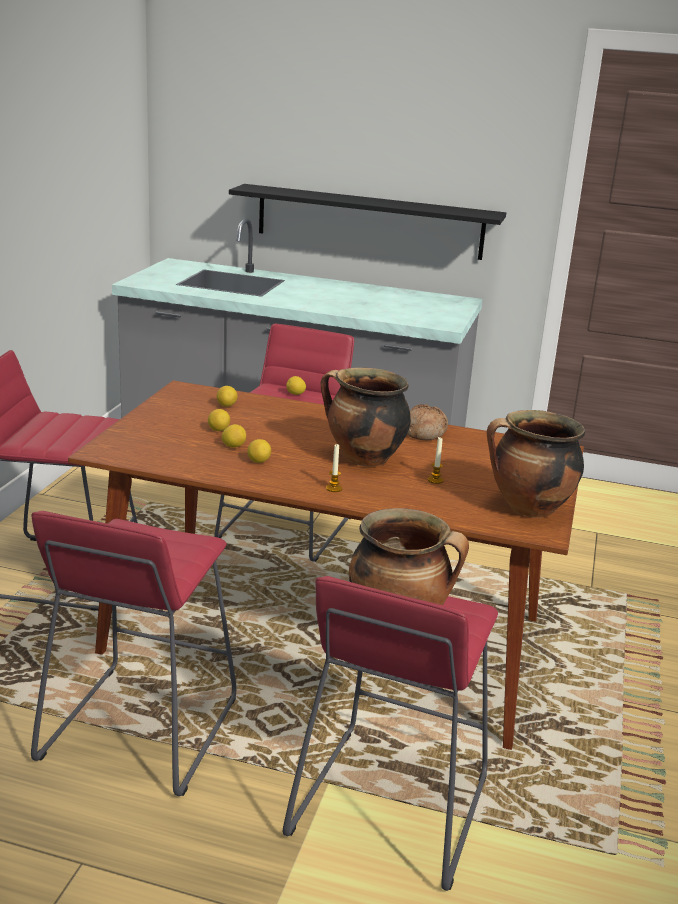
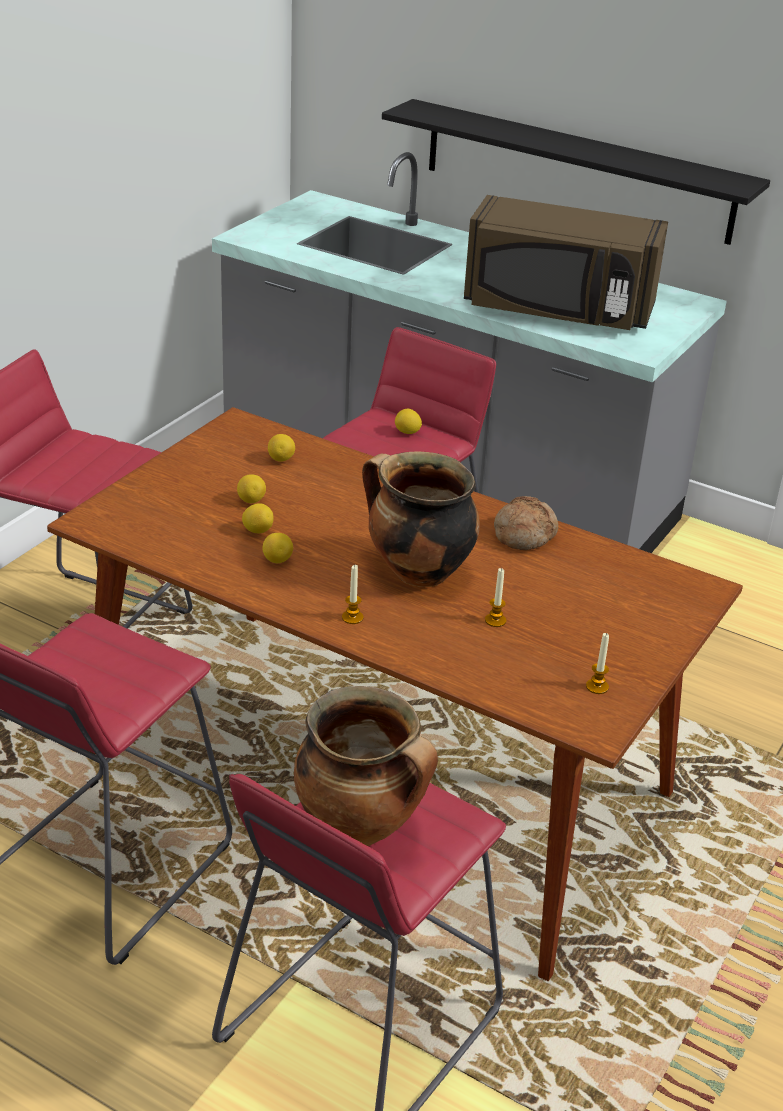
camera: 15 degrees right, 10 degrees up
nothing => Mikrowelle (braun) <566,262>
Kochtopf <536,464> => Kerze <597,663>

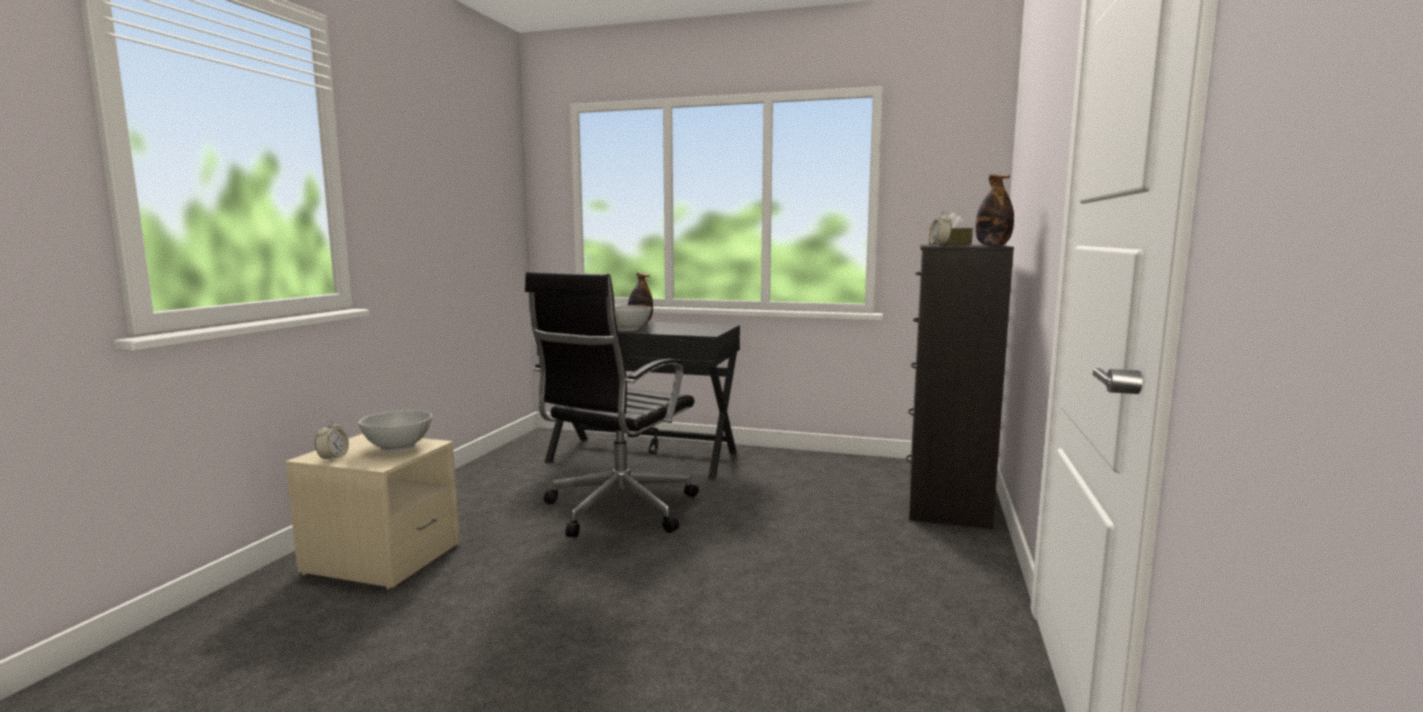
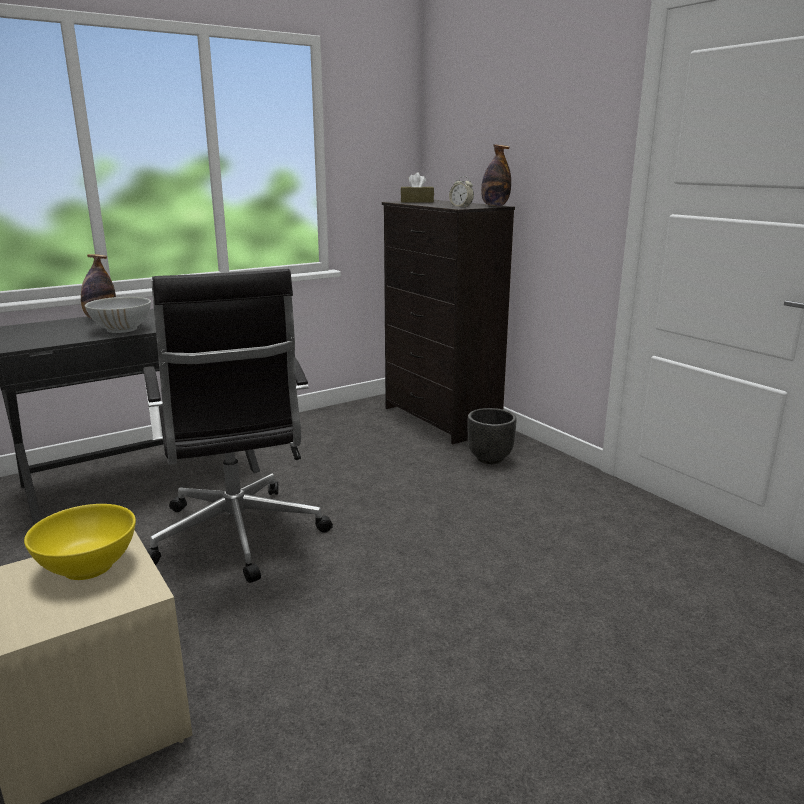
camera: 50 degrees left, 10 degrees up
Schüssel (weiß) <395,431> => Schüssel (gelb) <80,542>
nothing => Pflanzkübel (schwarz) <492,436>
Wecker <332,440> => nothing

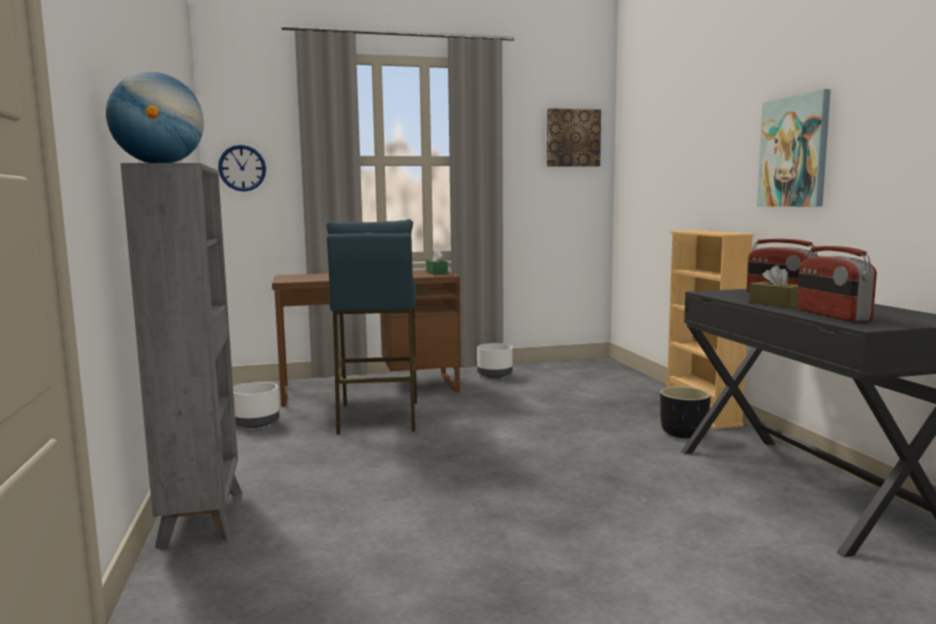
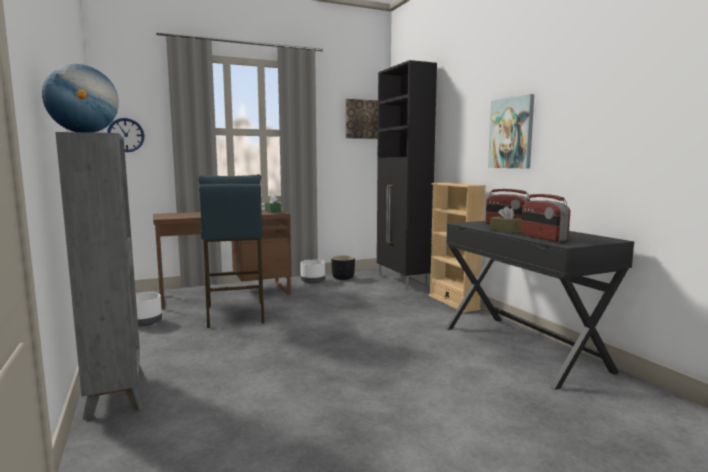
camera: 10 degrees left, 0 degrees up
Pflanzkübel (schwarz) <685,413> => Pflanzkübel (schwarz) <343,267>, moved
nothing => Schrank (schwarz) <407,175>

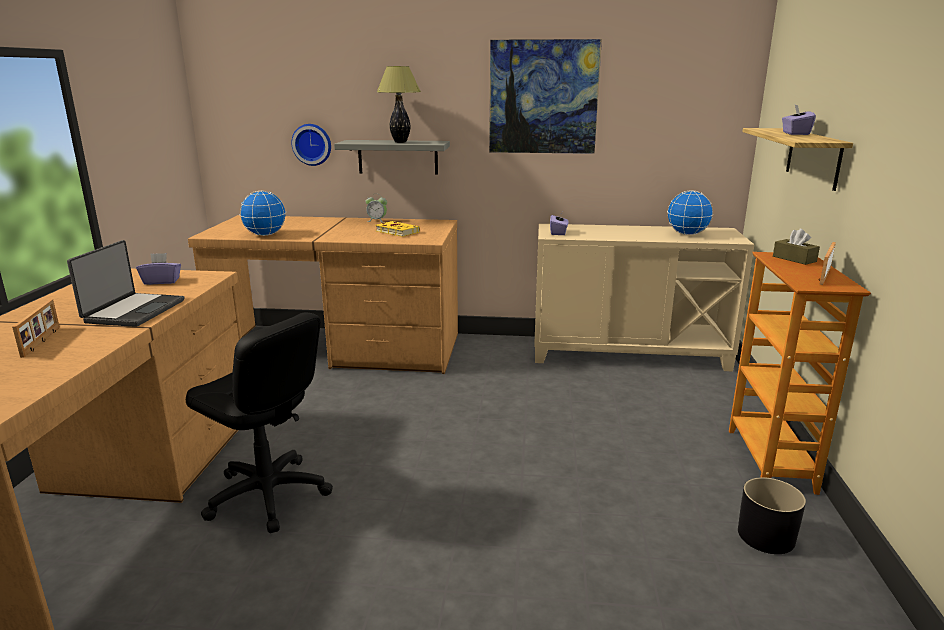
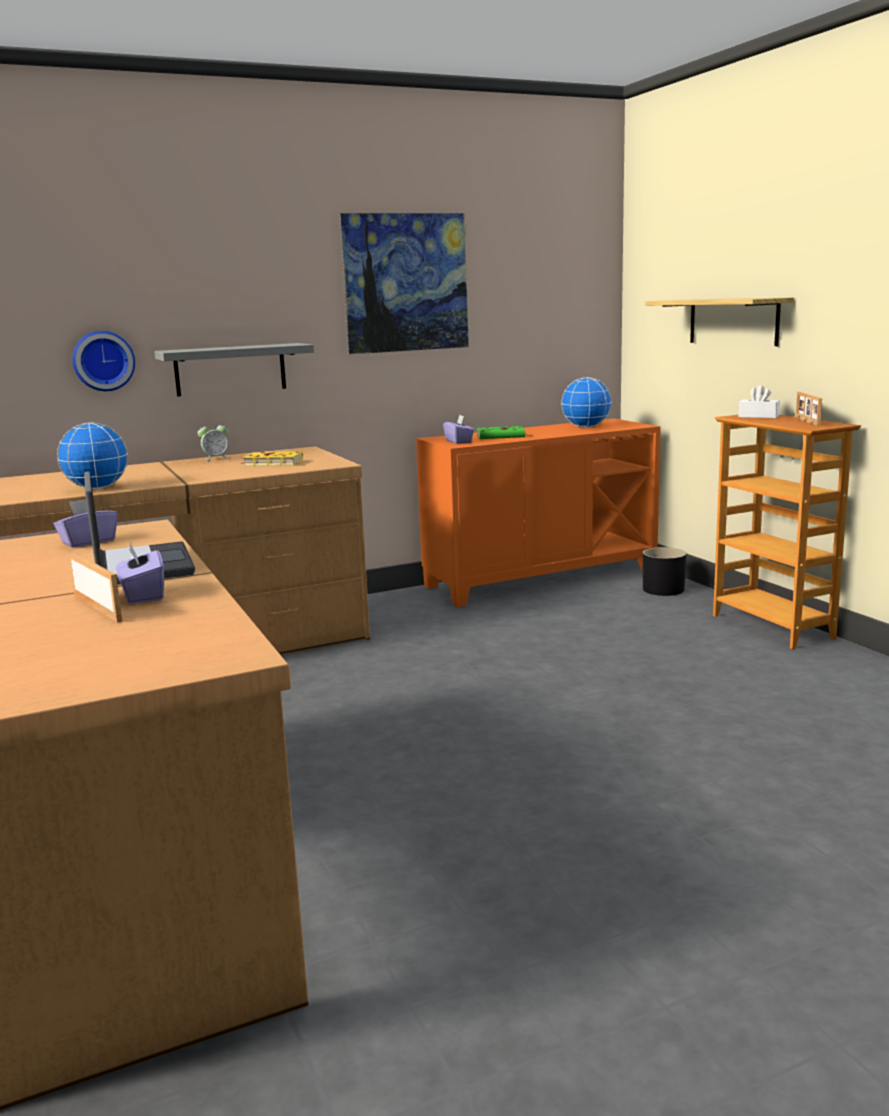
camera: 30 degrees left, 5 degrees down
Taschentuchbox (lila) <799,120> => Taschentuchbox (lila) <140,573>, moved
Schrank (beige) <644,298> => Schrank (orange) <538,513>
nothing => Buch (grün) <504,432>
Pflanzkübel (schwarz) <772,515> => Pflanzkübel (schwarz) <664,571>, moved
Taschentuchbox (braun) <796,247> => Taschentuchbox (weiß) <759,401>
Bürostuhl (schwarz) <259,422> => nothing
Tischlampe <399,104> => nothing

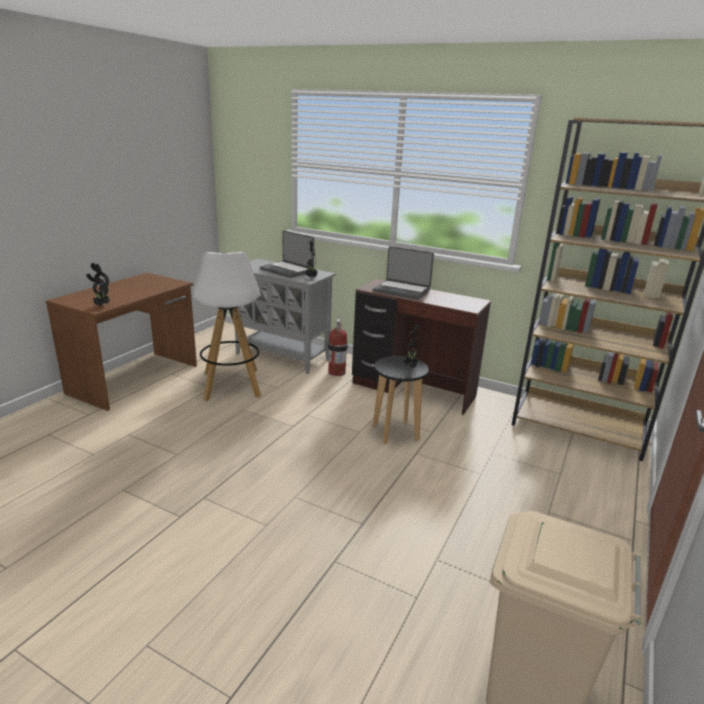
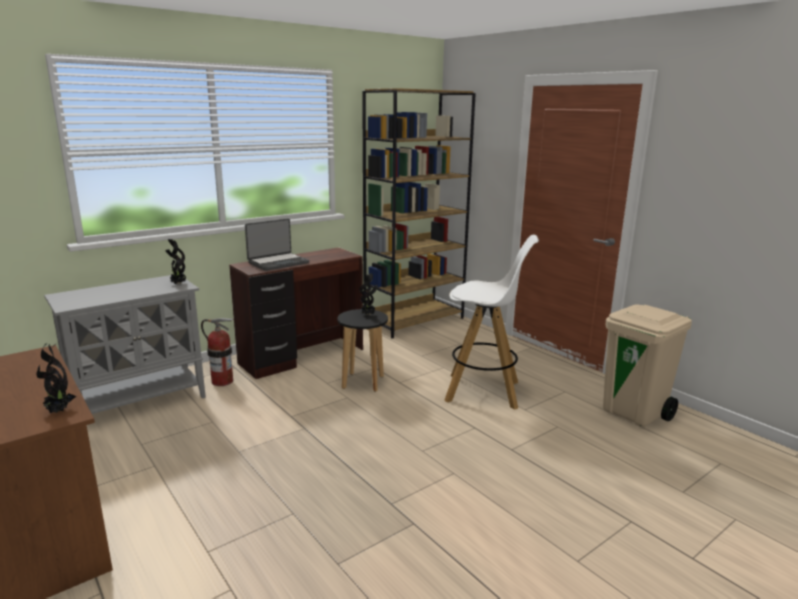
camera: 65 degrees left, 5 degrees down
Hocker (weiß) <227,326> => Hocker (weiß) <491,322>, moved
Laptop <287,254> => nothing

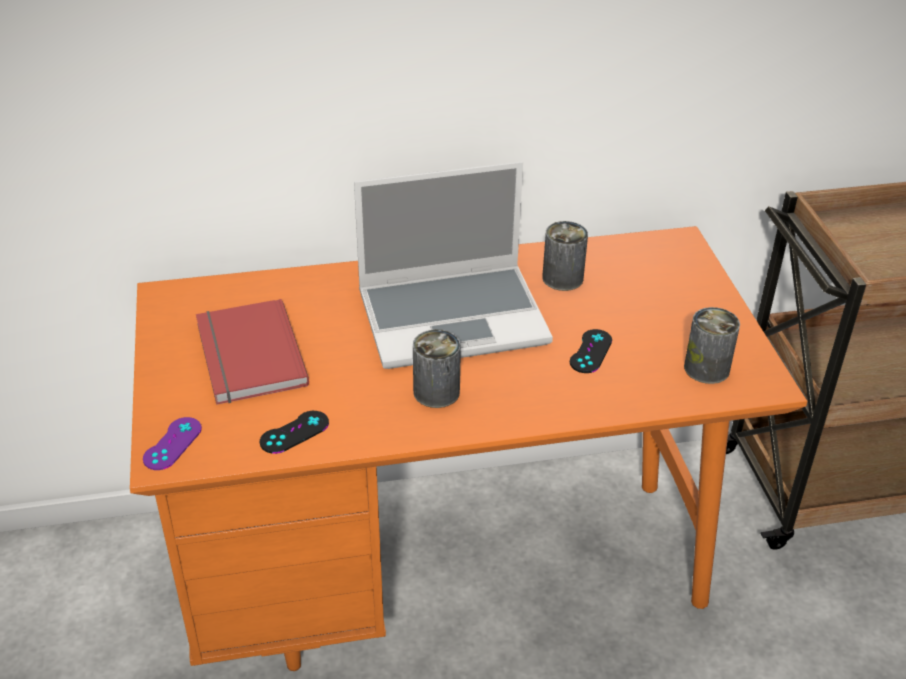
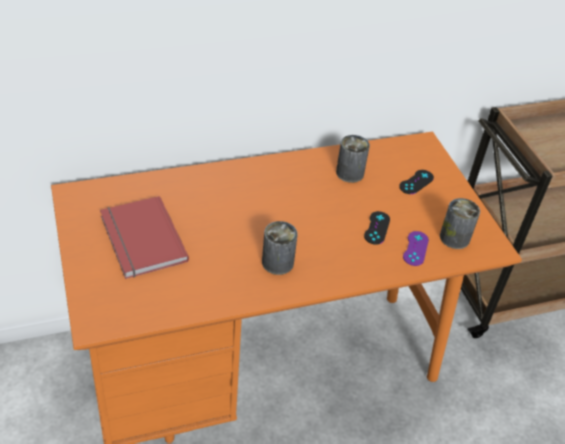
camera: 10 degrees left, 5 degrees up
Gamepad (schwarz) <294,432> => Gamepad (schwarz) <416,182>, moved
Gamepad (lila) <172,443> => Gamepad (lila) <416,248>, moved
Laptop <453,265> => nothing

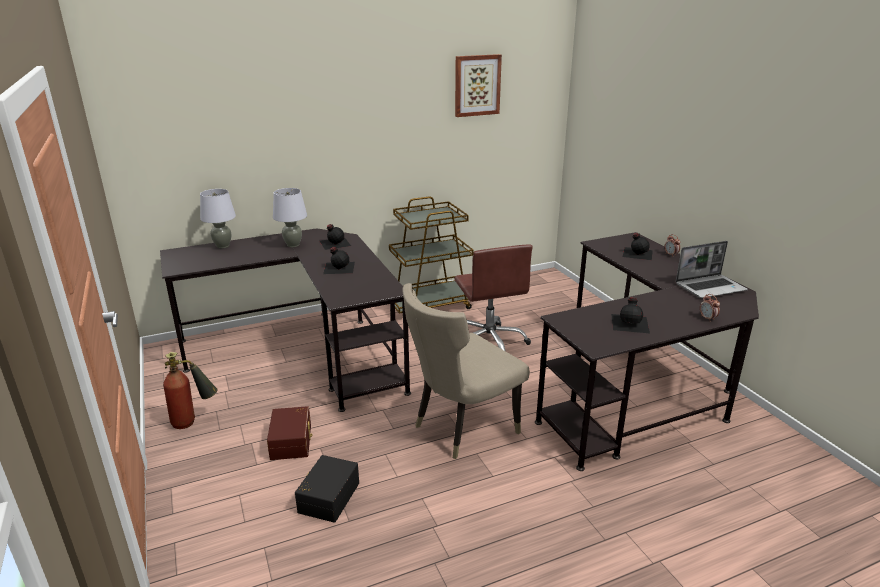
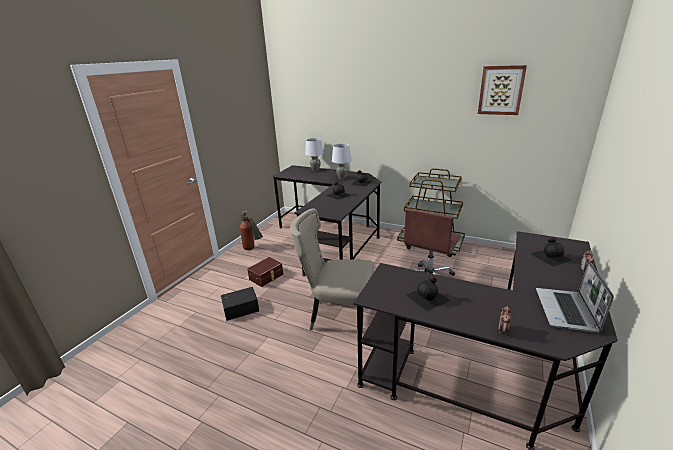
camera: 50 degrees right, 0 degrees up
Laptop <712,269> => Laptop <575,297>, 75 degrees clockwise

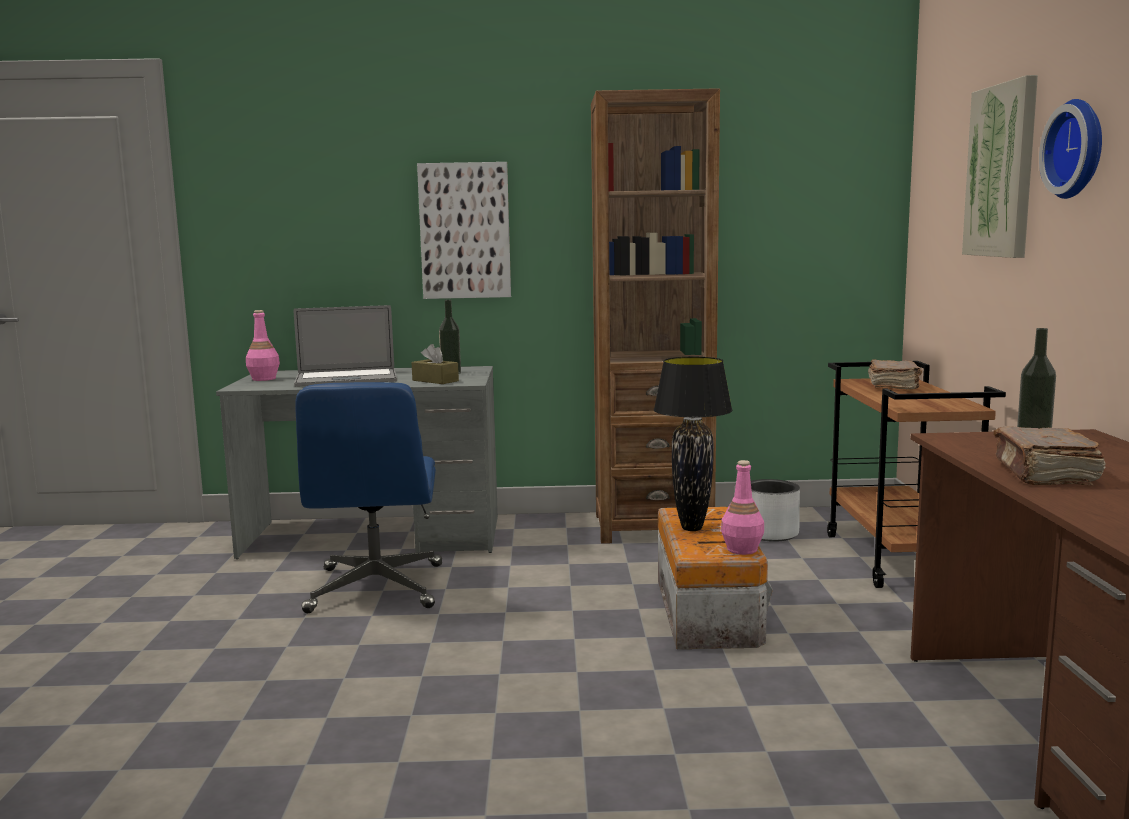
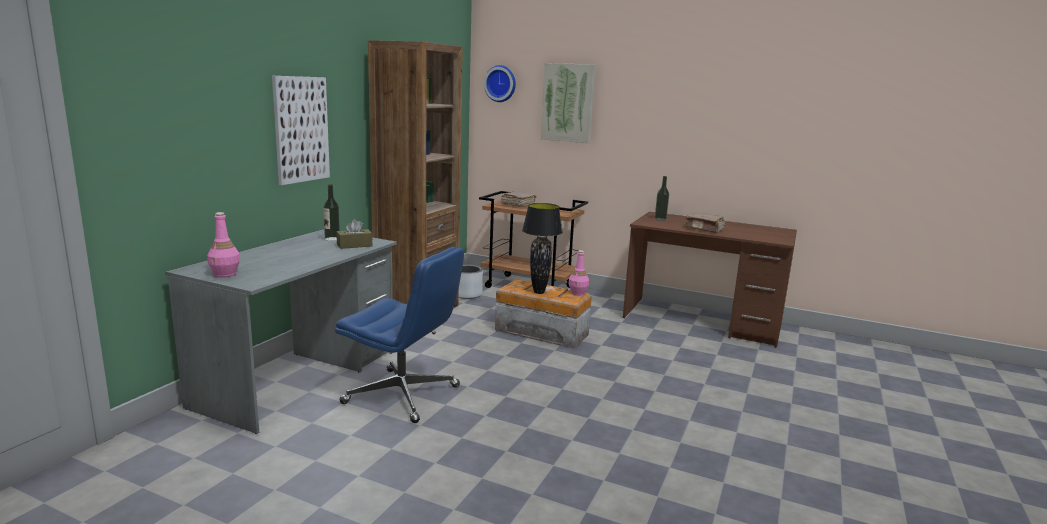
camera: 65 degrees left, 5 degrees up
Wanduhr <1070,149> => Wanduhr <500,83>, moved
Laptop <345,346> => nothing

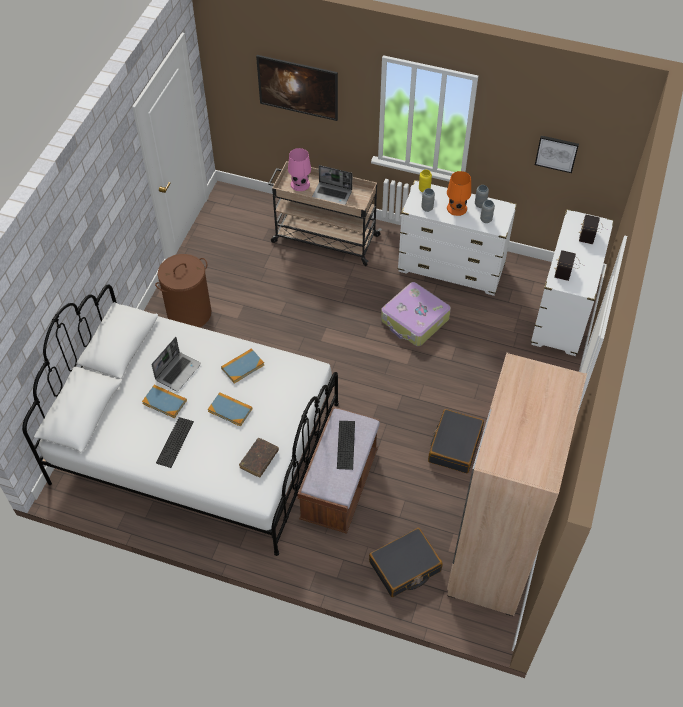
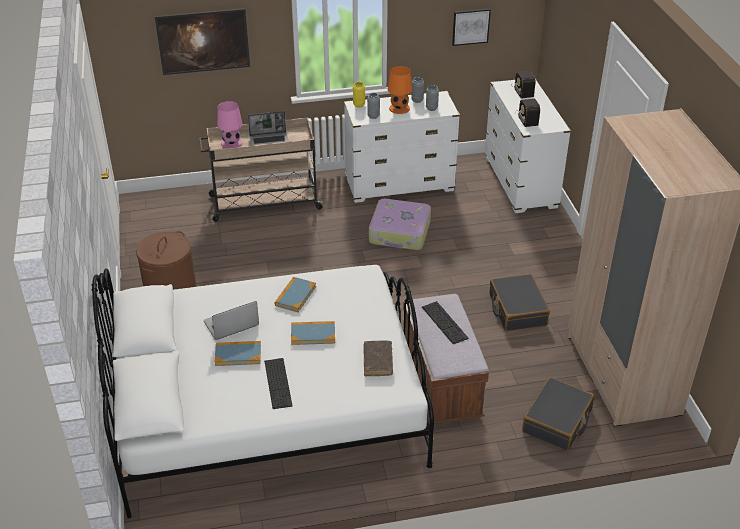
camera: 30 degrees left, 15 degrees down
Laptop <176,364> => Laptop <231,320>, 120 degrees counterclockwise

